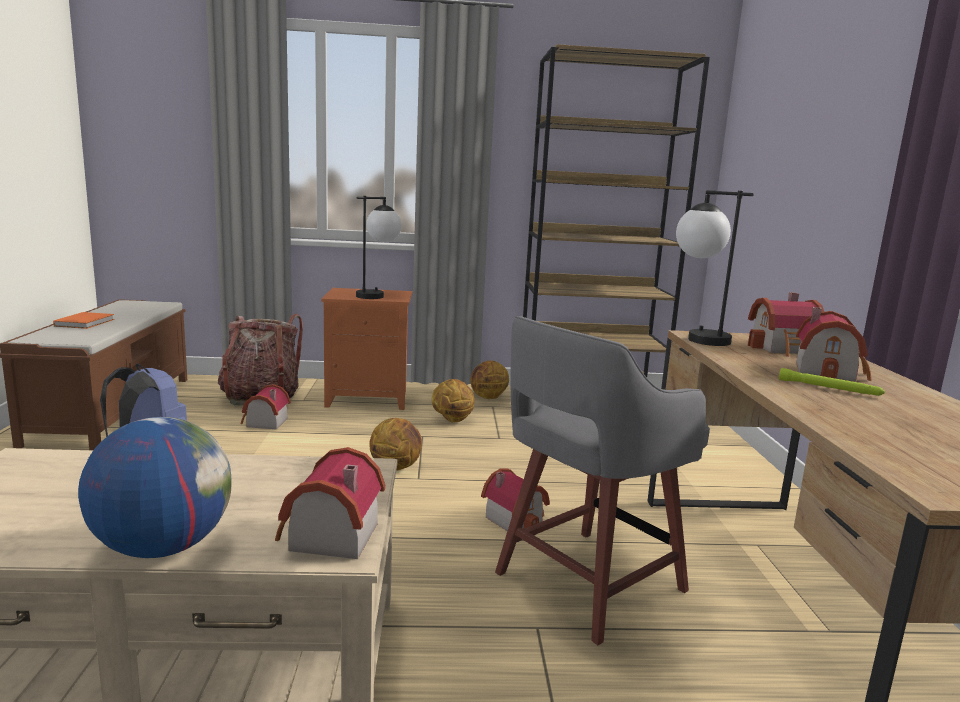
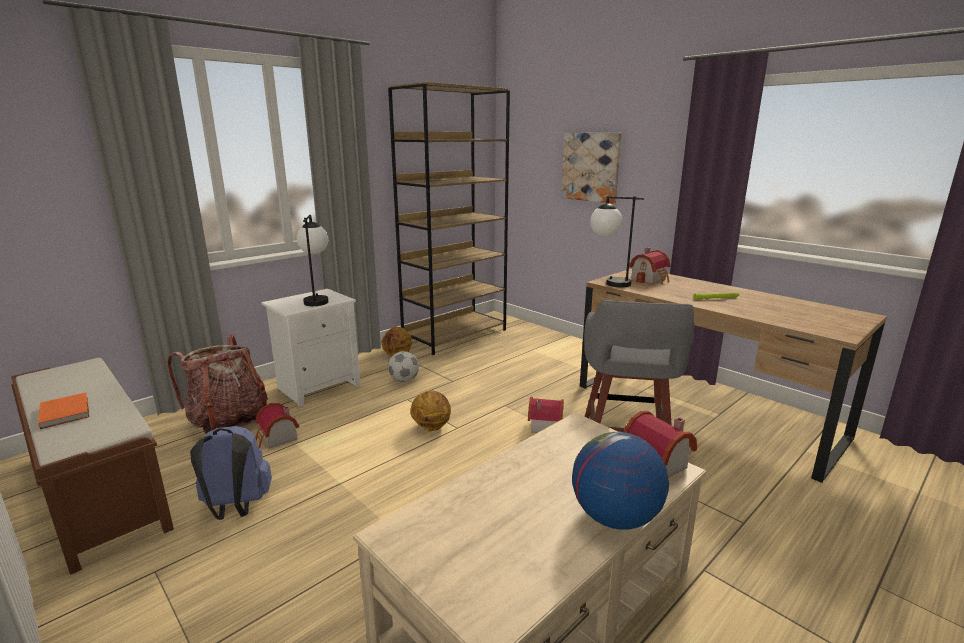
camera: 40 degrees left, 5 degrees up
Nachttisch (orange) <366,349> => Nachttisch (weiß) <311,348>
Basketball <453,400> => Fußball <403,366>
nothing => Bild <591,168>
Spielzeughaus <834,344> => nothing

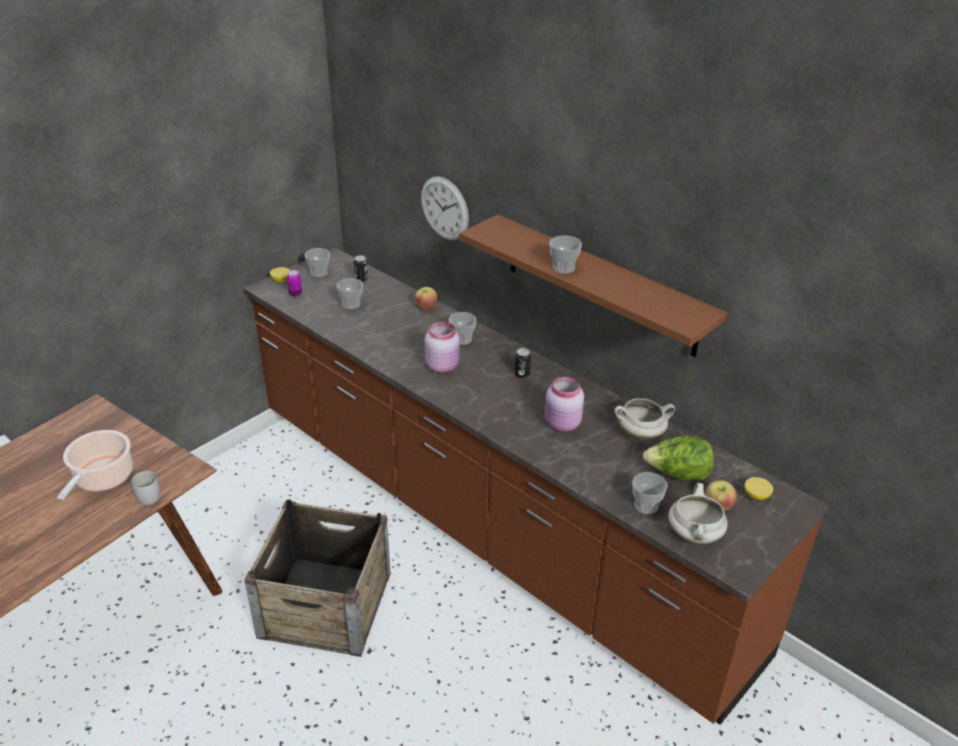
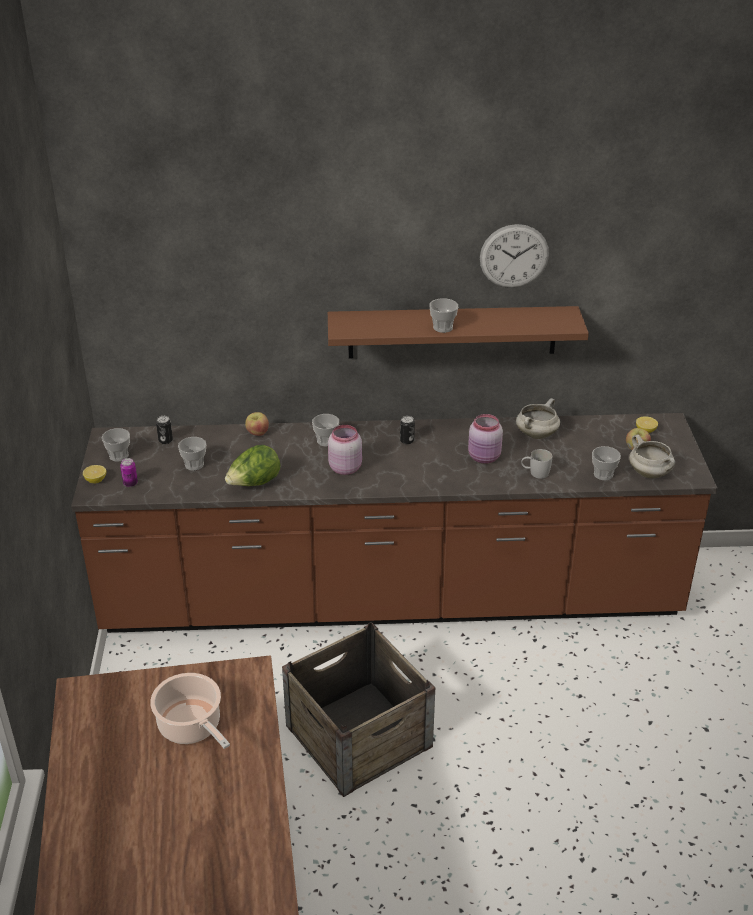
camera: 45 degrees left, 0 degrees up
Salatkopf <678,458> => Salatkopf <252,465>, moved
Wanduhr <445,208> => Wanduhr <514,256>, moved
Henkelbecher (weiß) <145,488> => Henkelbecher (weiß) <536,464>, moved

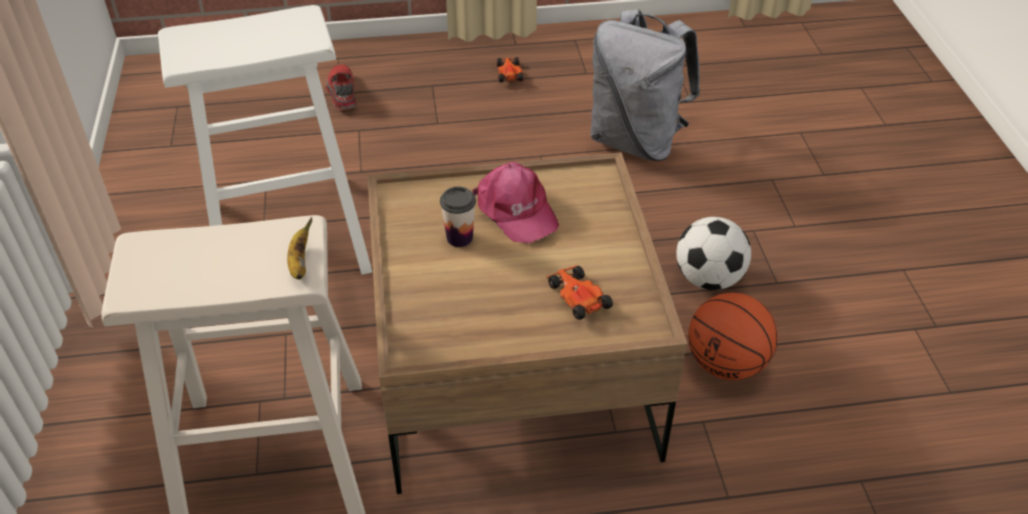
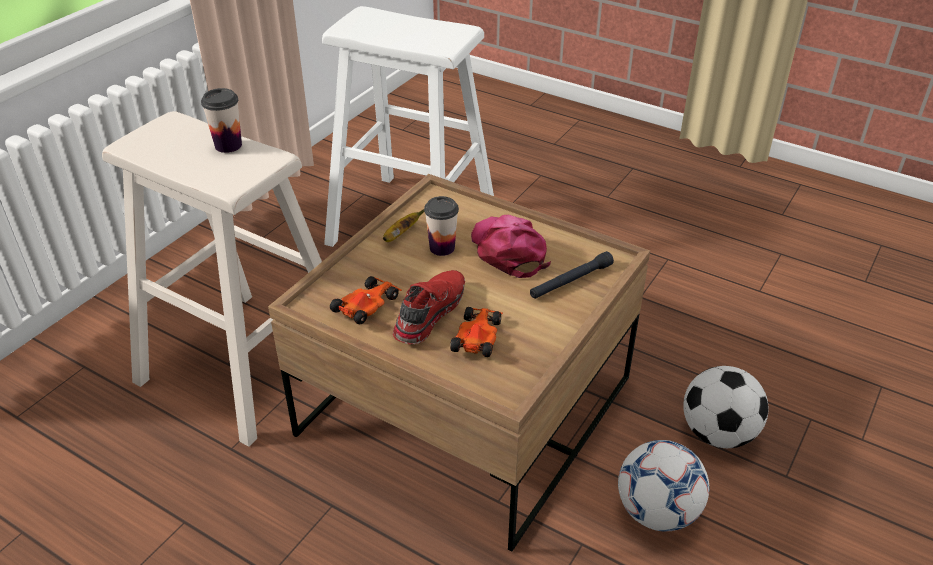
camera: 40 degrees right, 5 degrees down
nothing => Tasse <221,120>
Spielzeugauto <509,69> => Spielzeugauto <366,300>, moved
Banane <299,248> => Banane <403,225>, moved
Schuh (rot) <341,87> => Schuh (rot) <429,307>, moved
Kappe (rosa) <515,202> => Kappe (rosa) <511,246>, 150 degrees clockwise
nothing => Taschenlampe (schwarz) <572,275>
Basketball <733,336> => Fußball <664,486>
Rucksack (grau) <645,85> => nothing

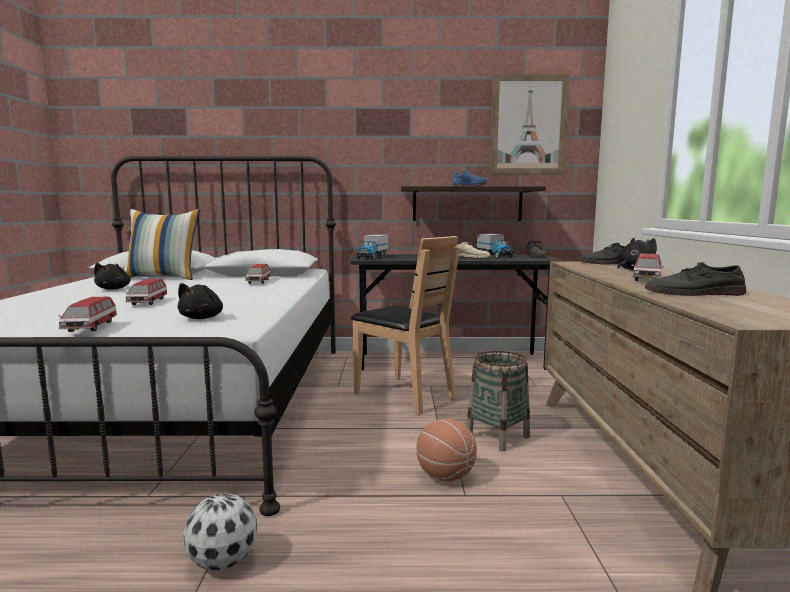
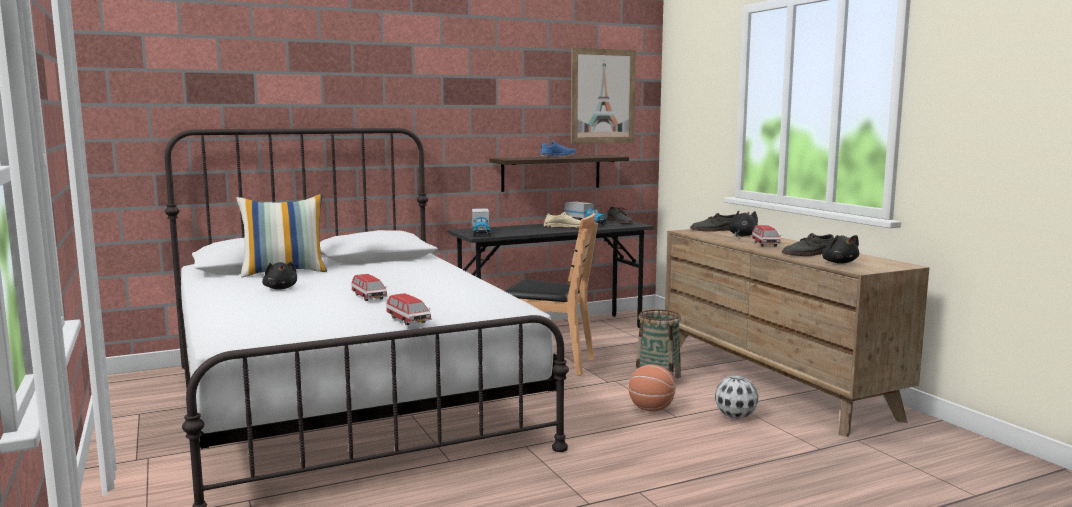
camera: 25 degrees left, 0 degrees up
Fußball <220,532> => Fußball <737,397>, moved
Plüschtier (schwarz) <200,301> => Plüschtier (schwarz) <840,249>, moved
Spielzeugauto <257,274> => nothing

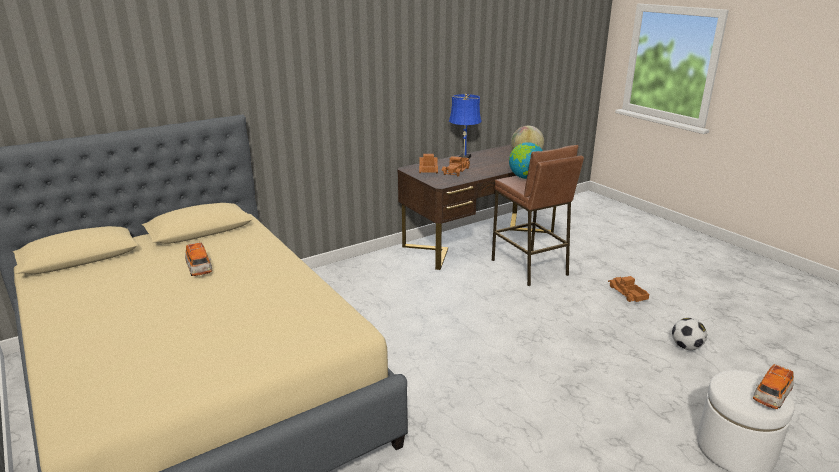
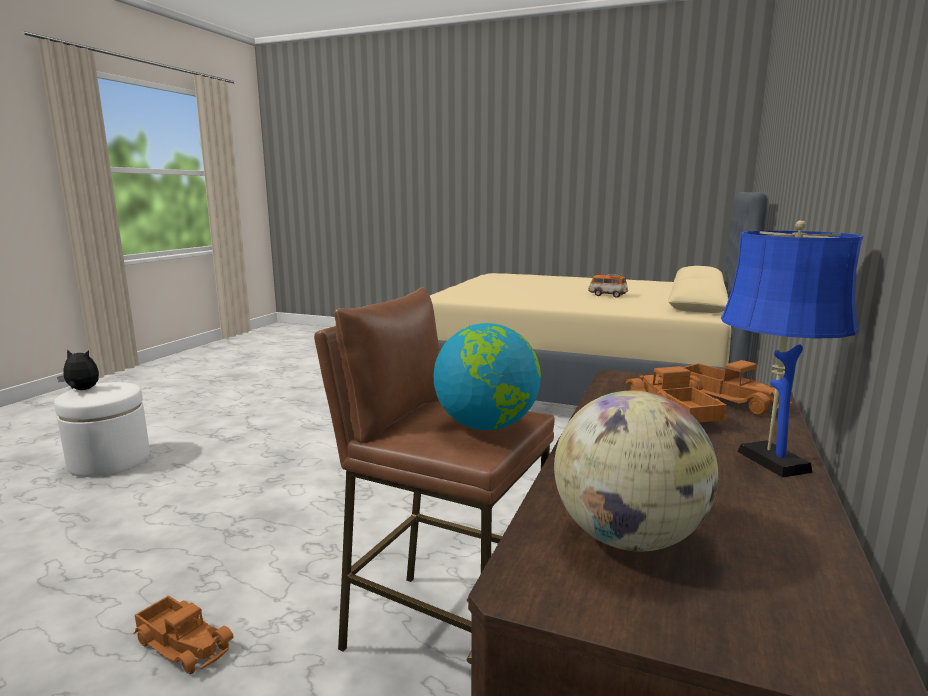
camera: 145 degrees right, 10 degrees down
Spielzeugauto <773,386> => Plüschtier <78,369>
Fußball <689,334> => nothing

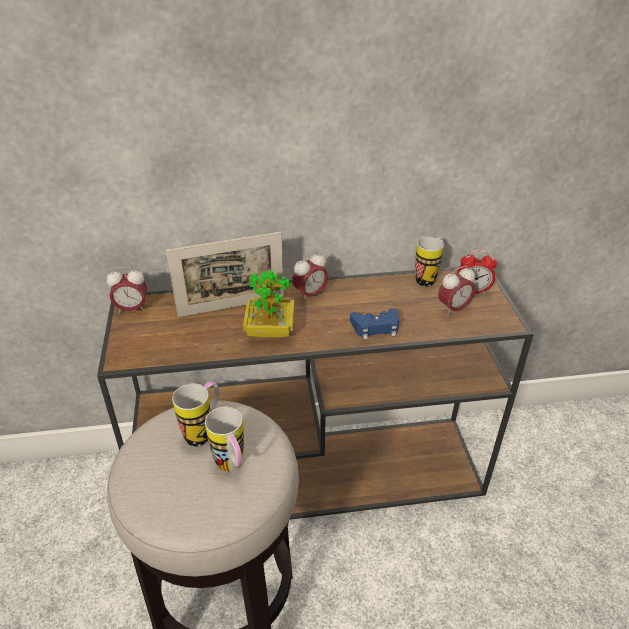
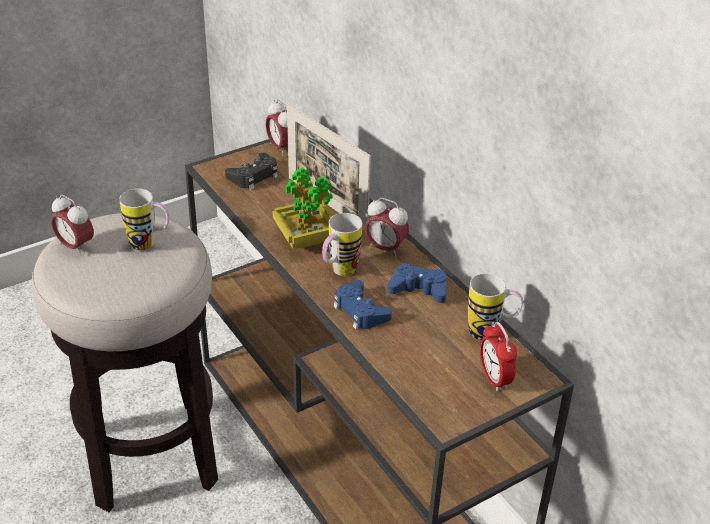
camera: 65 degrees right, 0 degrees up
Wecker <457,291> => Wecker <72,225>, moved
nothing => Gamepad (schwarz) <251,171>
Henkelbecher <224,439> => Henkelbecher <342,244>, moved
nothing => Gamepad (blau) <417,283>

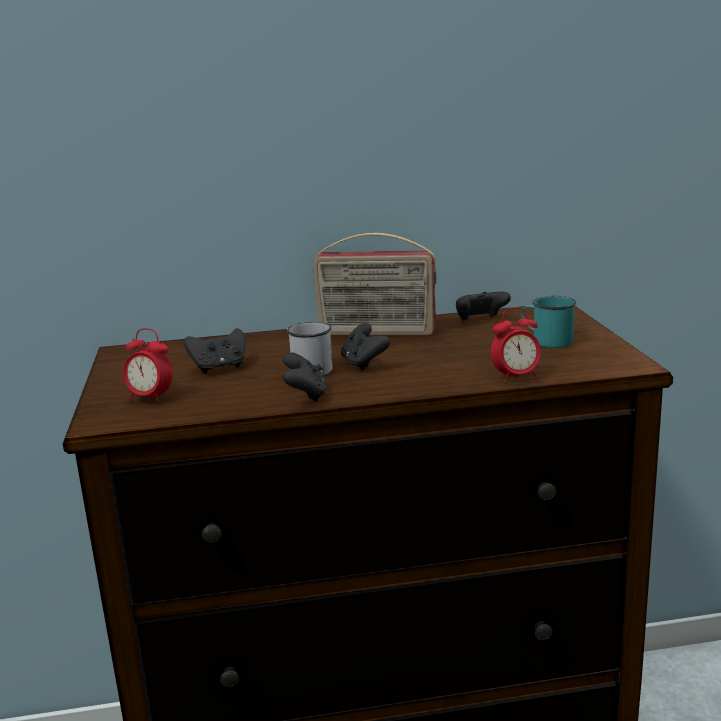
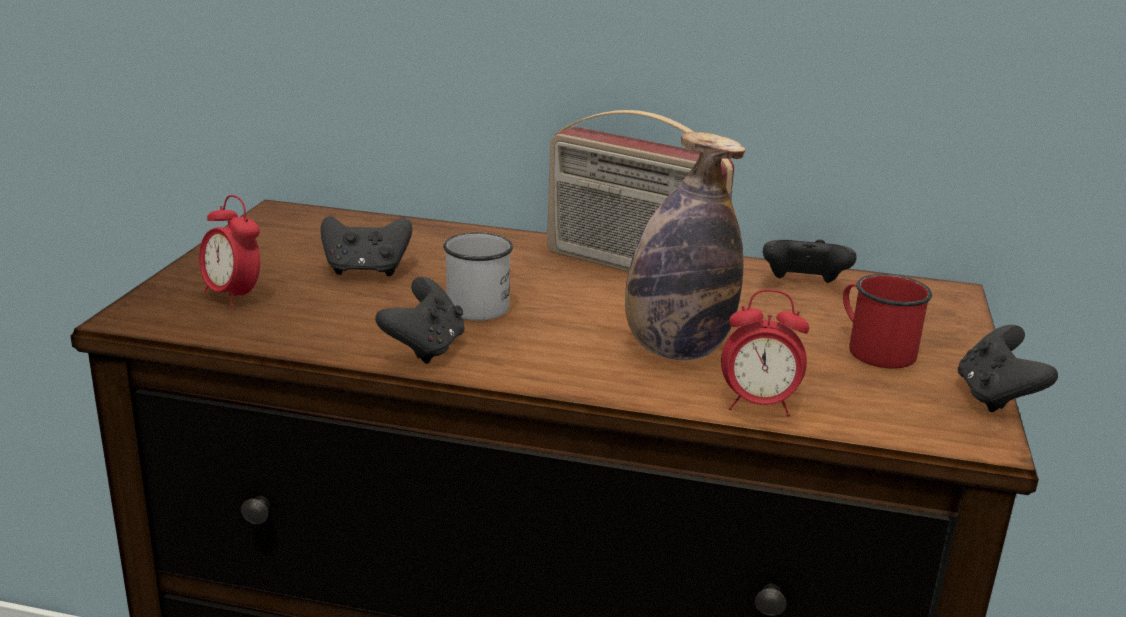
camera: 20 degrees right, 5 degrees up
nothing => Flasche <685,246>
Henkelbecher (türkis) <548,322> => Henkelbecher (rot) <887,321>
Gamepad (schwarz) <366,347> => Gamepad (schwarz) <1008,368>, moved

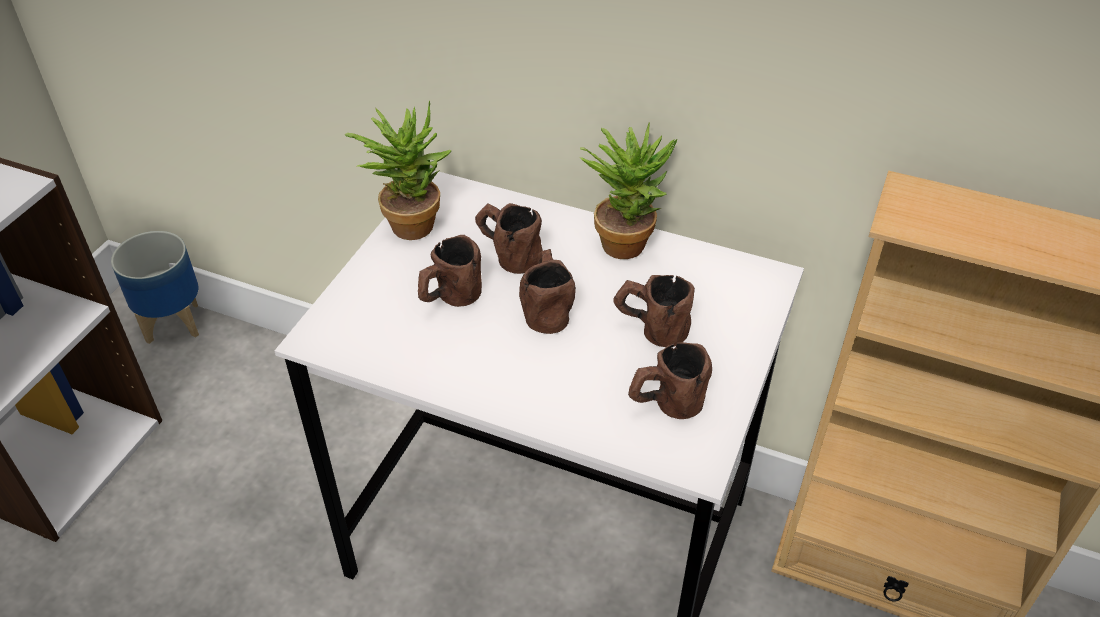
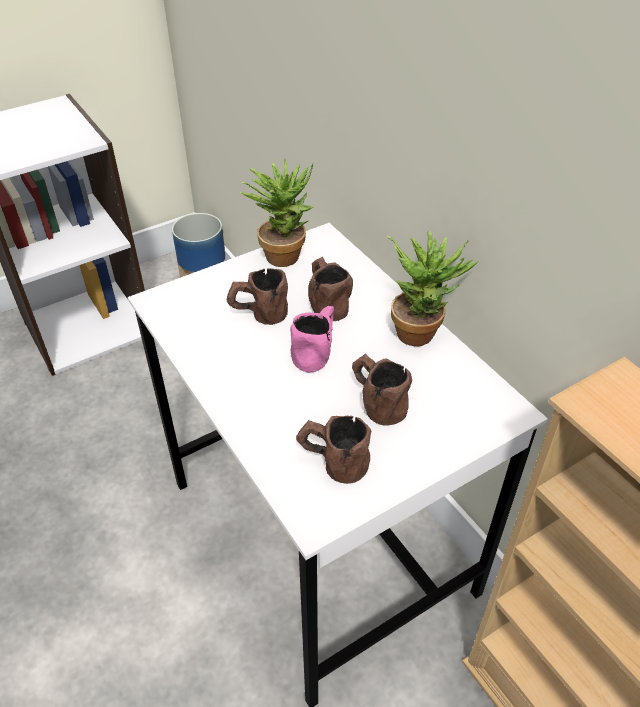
camera: 35 degrees right, 0 degrees up
Henkelbecher (braun) <547,291> => Henkelbecher (rosa) <312,339>

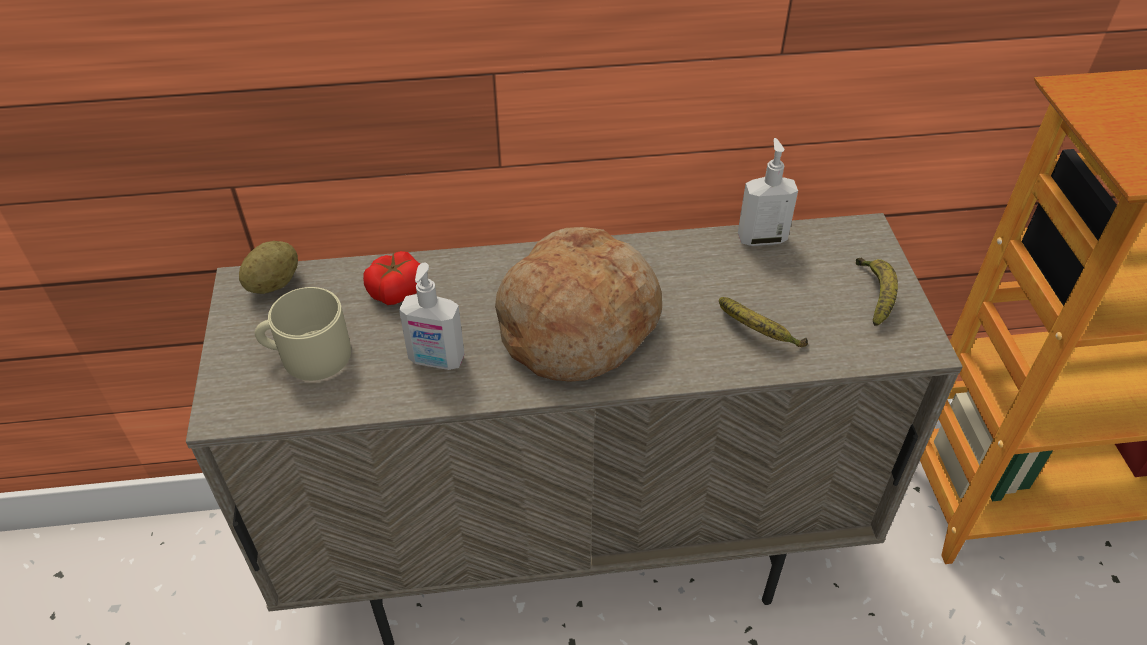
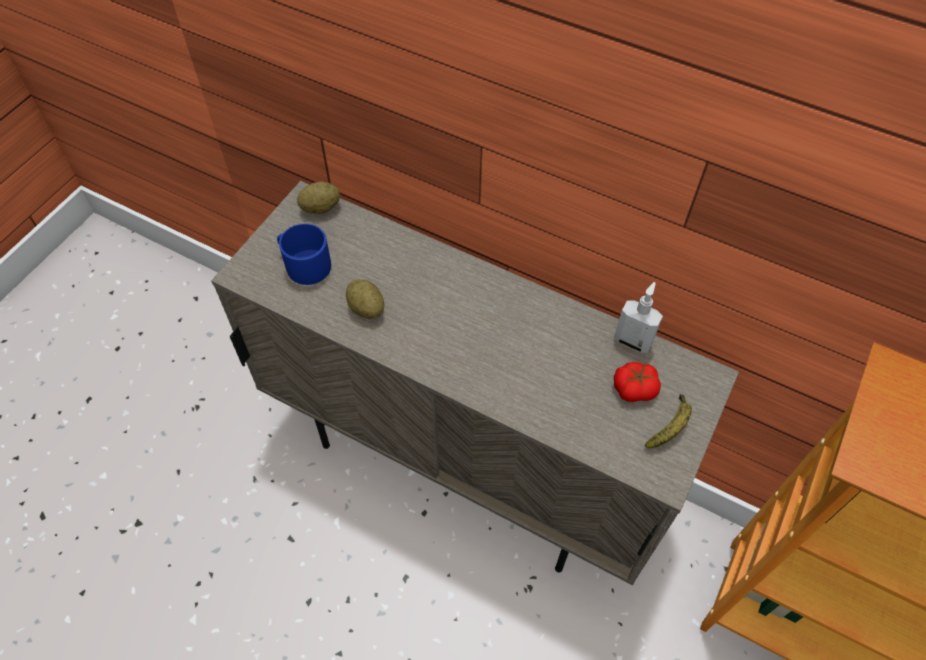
camera: 35 degrees right, 10 degrees up
Henkelbecher (beige) <303,334> => Henkelbecher (blau) <304,254>
Seifenspender <432,316> => Kartoffel <365,299>
Tomate <391,278> => Tomate <637,382>, moved
Brot <578,304> => nothing
Banane <763,322> => nothing

